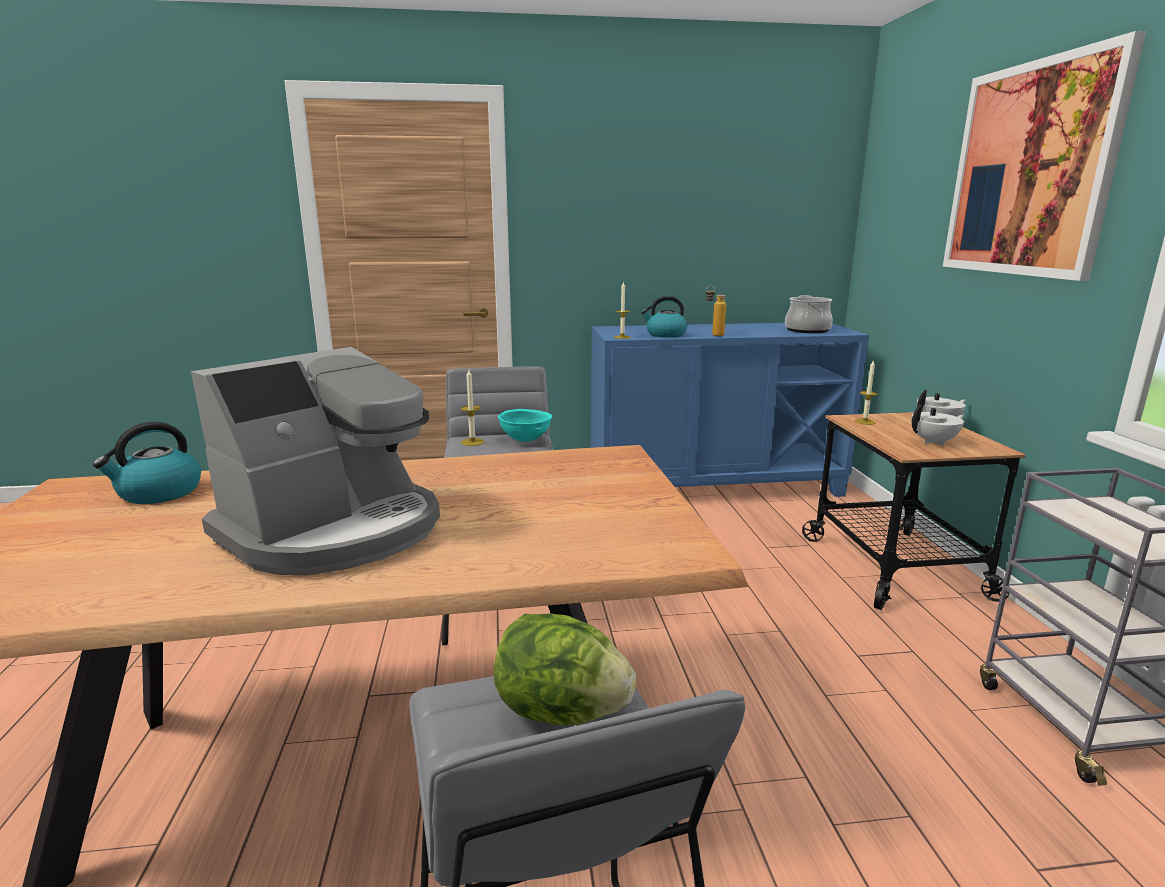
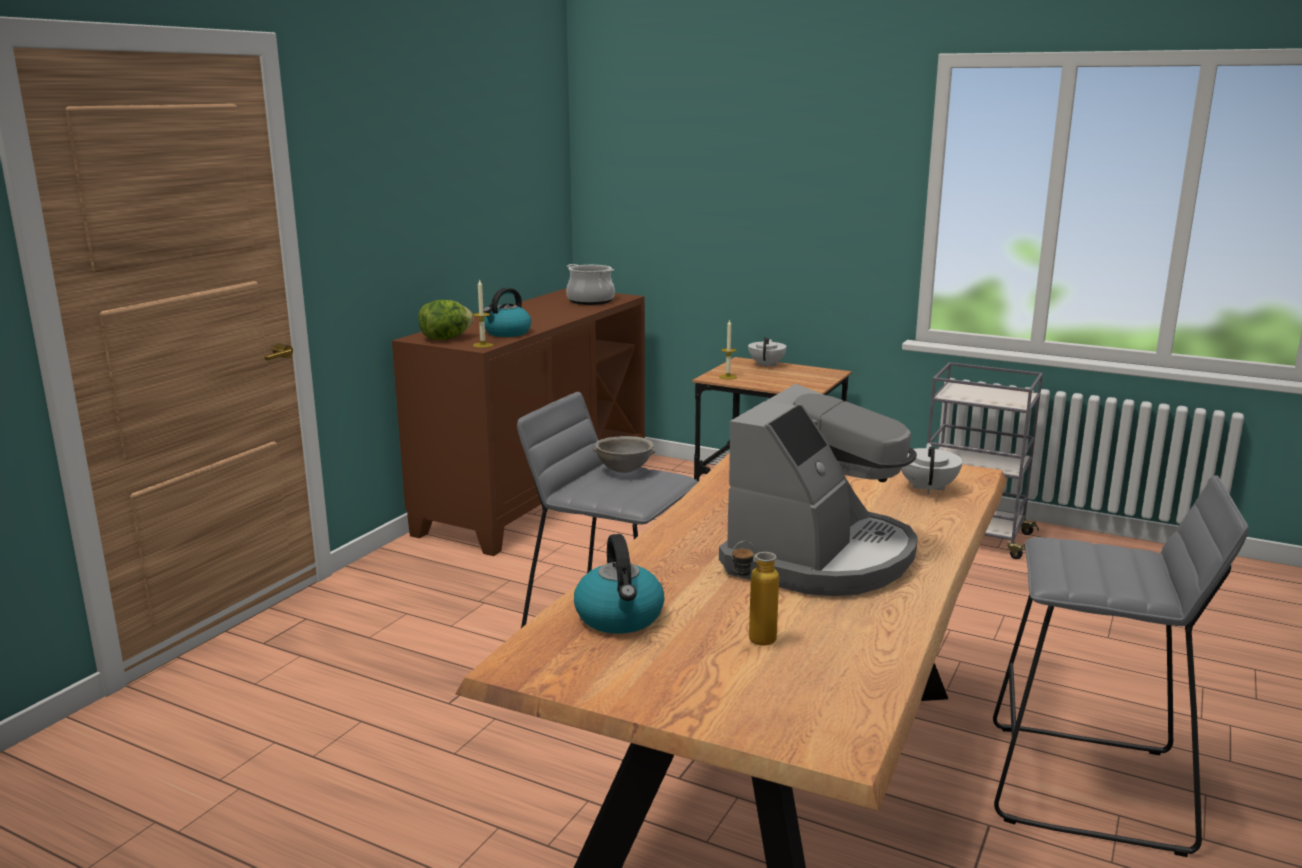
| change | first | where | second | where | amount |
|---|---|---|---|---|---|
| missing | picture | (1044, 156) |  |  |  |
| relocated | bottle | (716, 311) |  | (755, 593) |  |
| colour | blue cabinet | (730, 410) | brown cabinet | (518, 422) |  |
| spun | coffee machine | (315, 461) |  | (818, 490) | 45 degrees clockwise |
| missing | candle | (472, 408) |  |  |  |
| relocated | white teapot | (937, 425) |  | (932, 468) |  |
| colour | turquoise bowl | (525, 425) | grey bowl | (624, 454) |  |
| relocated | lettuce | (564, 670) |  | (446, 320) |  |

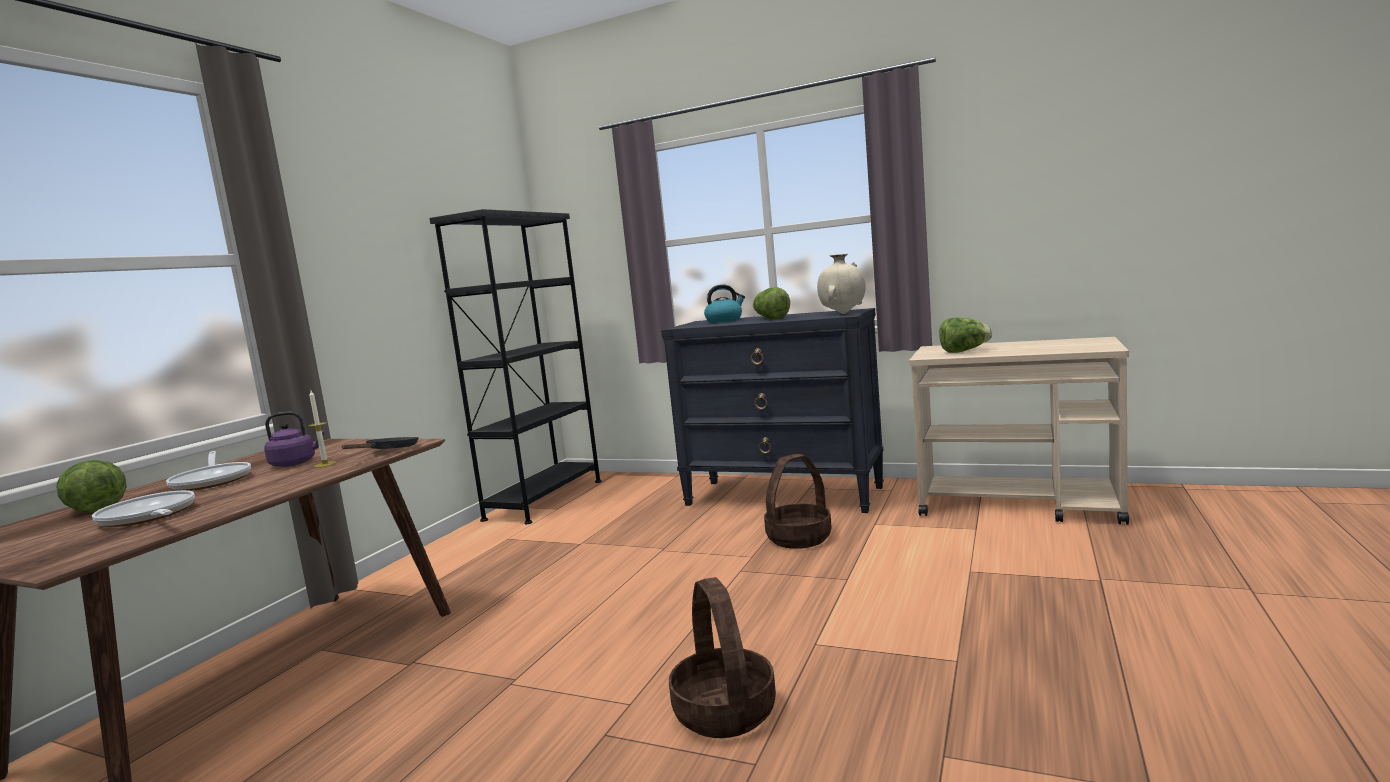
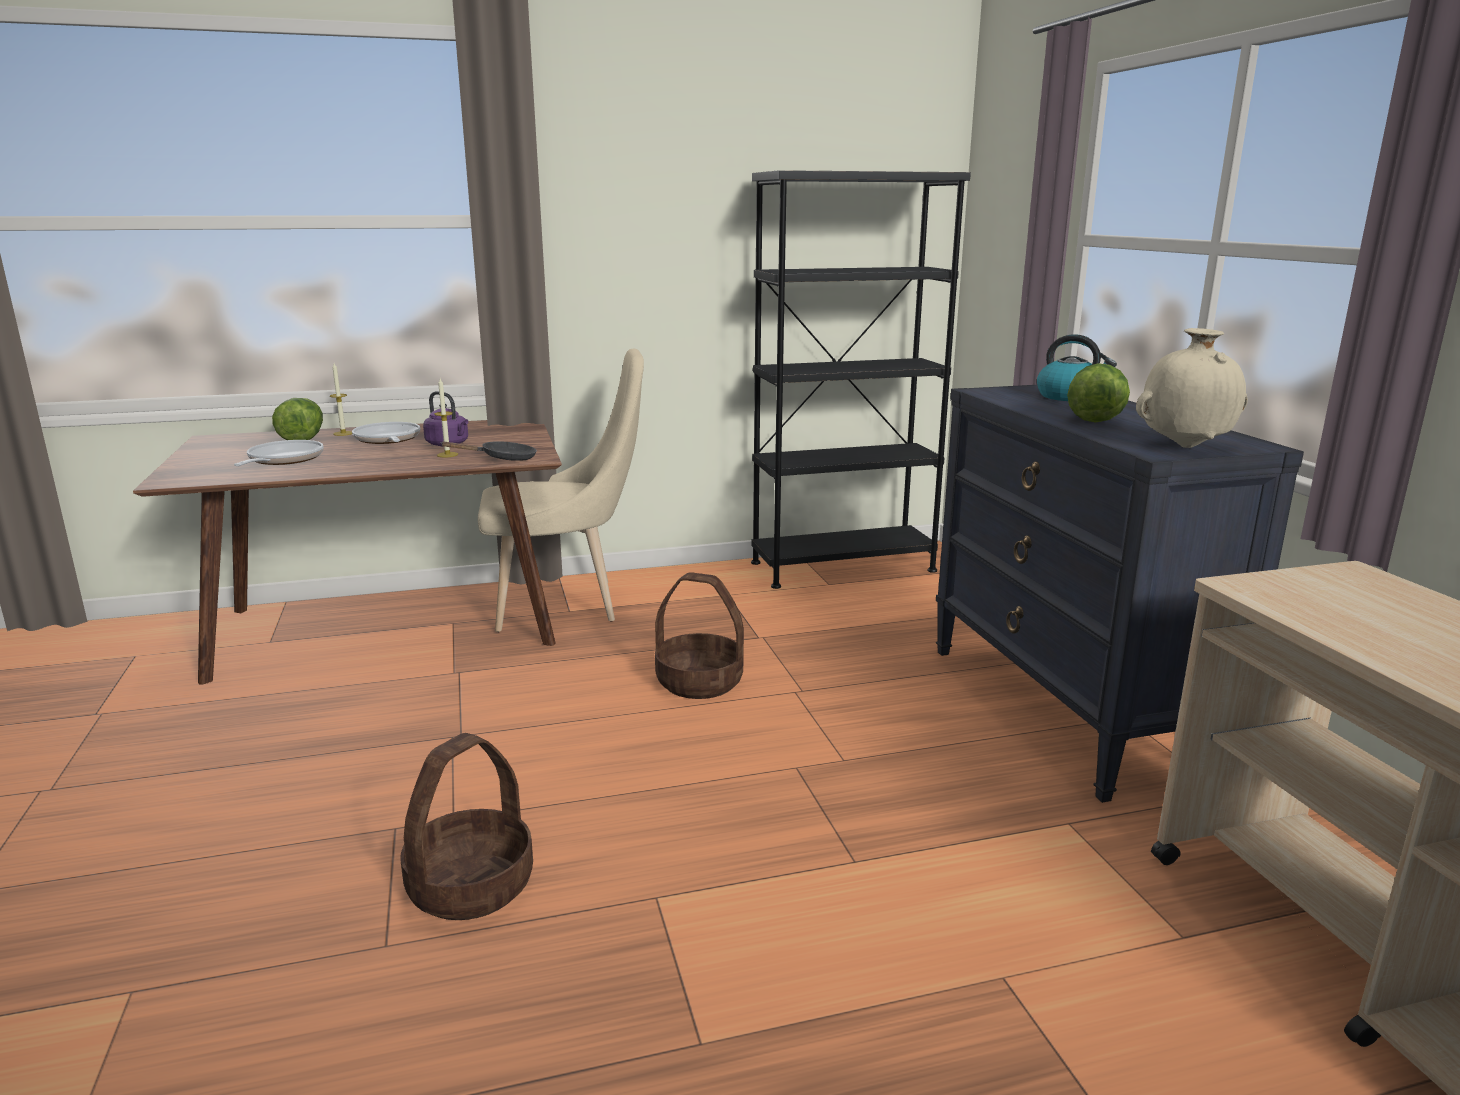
| change | first | where | second | where | amount |
|---|---|---|---|---|---|
| missing | lettuce | (965, 335) |  |  |  |
| spun | frying pan | (208, 471) |  | (386, 433) | 135 degrees clockwise |
| relocated | basket | (798, 501) |  | (699, 635) |  |
| appeared |  |  | beige chair | (561, 490) |  |
| appeared |  |  | candle | (341, 399) |  |

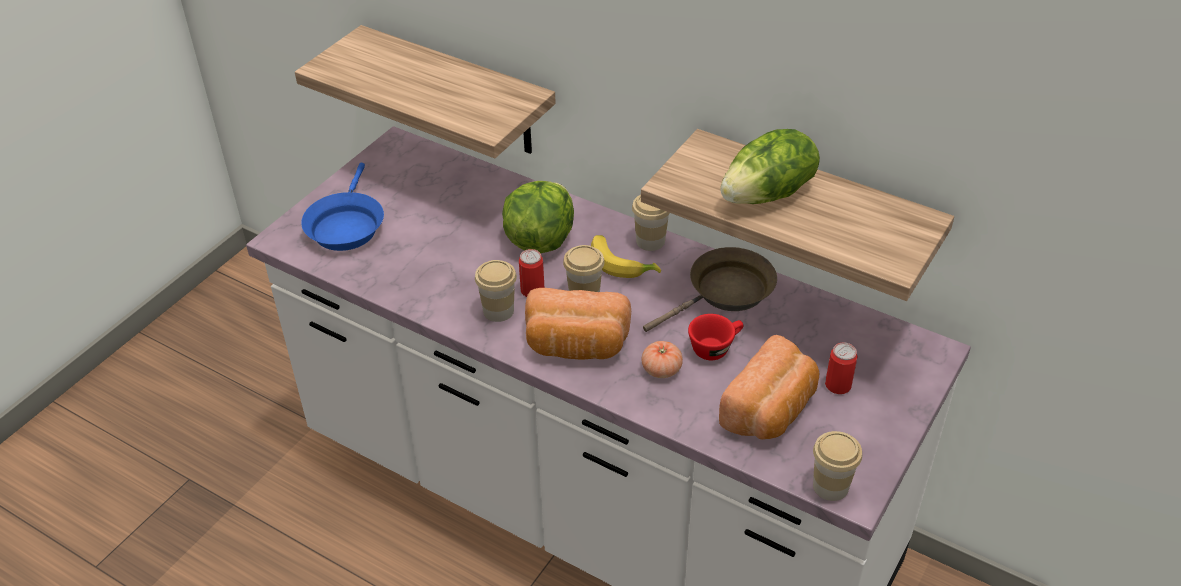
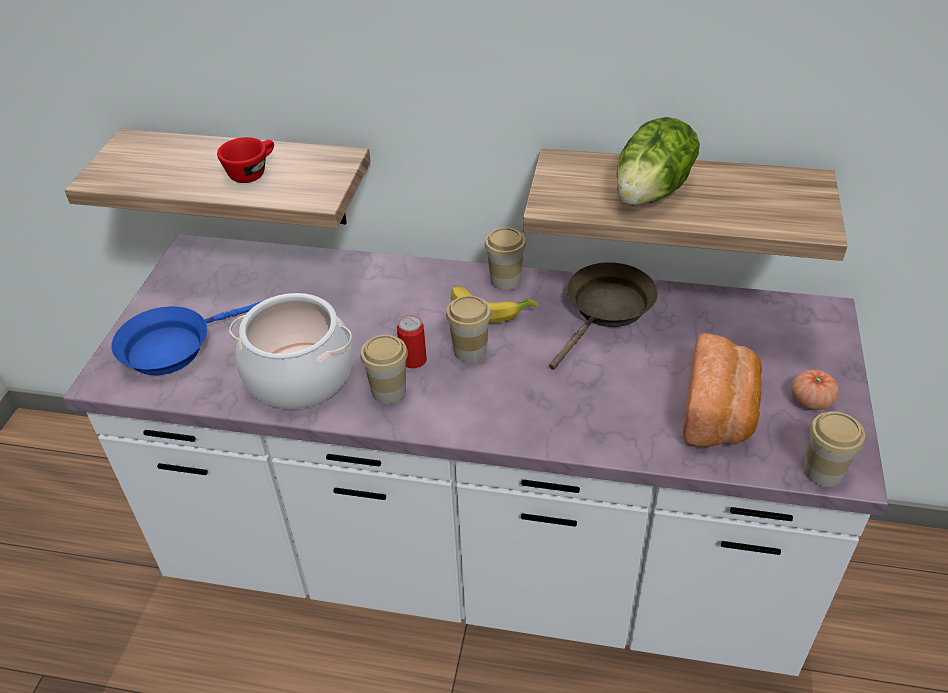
| change | first | where | second | where | amount |
|---|---|---|---|---|---|
| spun | blue frying pan | (342, 207) |  | (186, 338) | 75 degrees clockwise |
| missing | lettuce | (538, 217) |  |  |  |
| missing | bread | (578, 323) |  |  |  |
| relocated | red cup | (715, 337) |  | (245, 160) |  |
| relocated | tomato | (662, 359) |  | (815, 389) |  |
| missing | can | (841, 368) |  |  |  |
| appeared |  |  | cooking pot | (291, 351) |  |

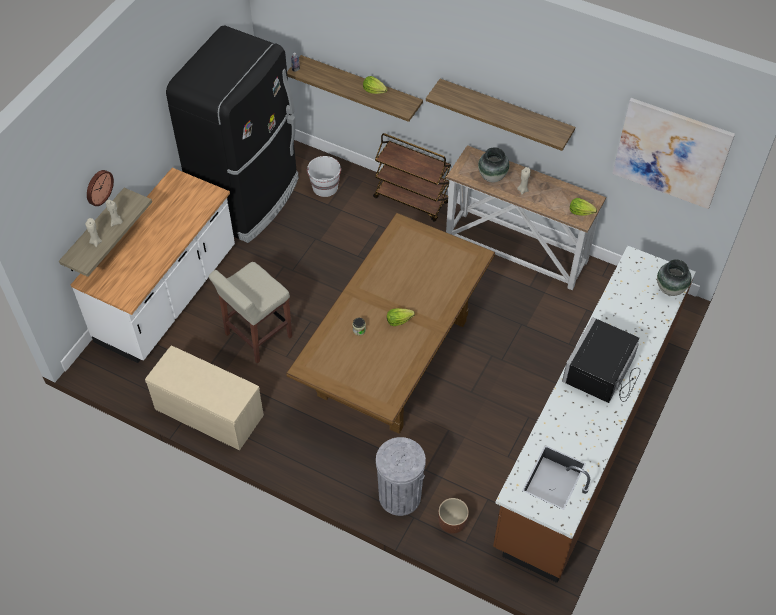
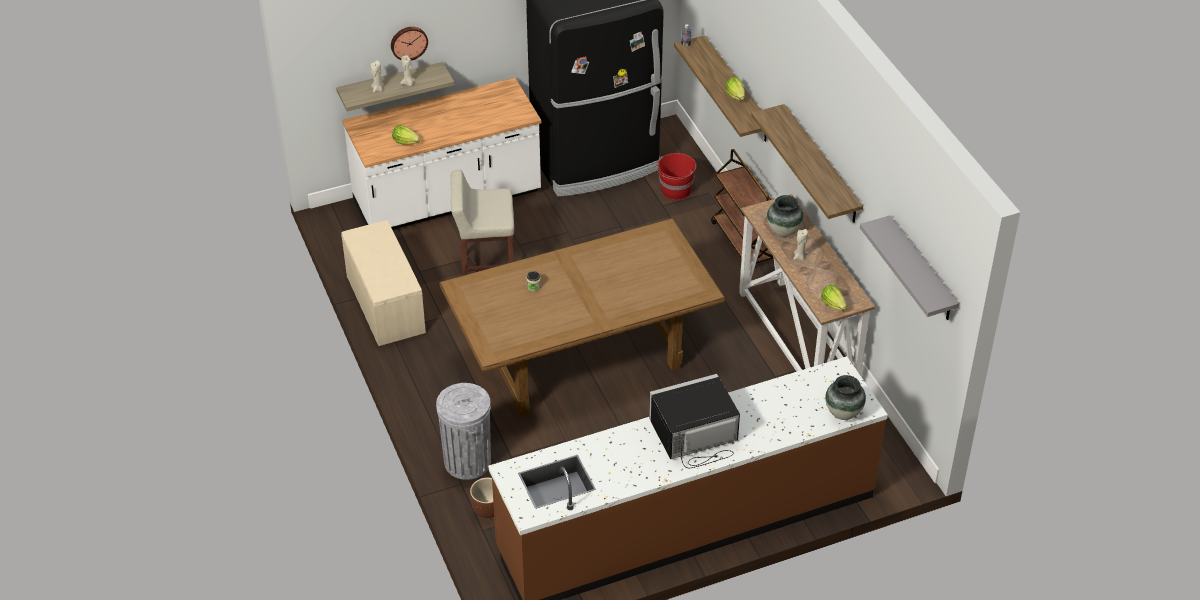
| change | first | where | second | where | amount |
|---|---|---|---|---|---|
| exchanged | picture | (673, 153) | grey shelf | (909, 268) |  |
| colour | white bucket | (324, 176) | red bucket | (676, 176) |  |
| relocated | lettuce | (401, 317) |  | (406, 135) |  |

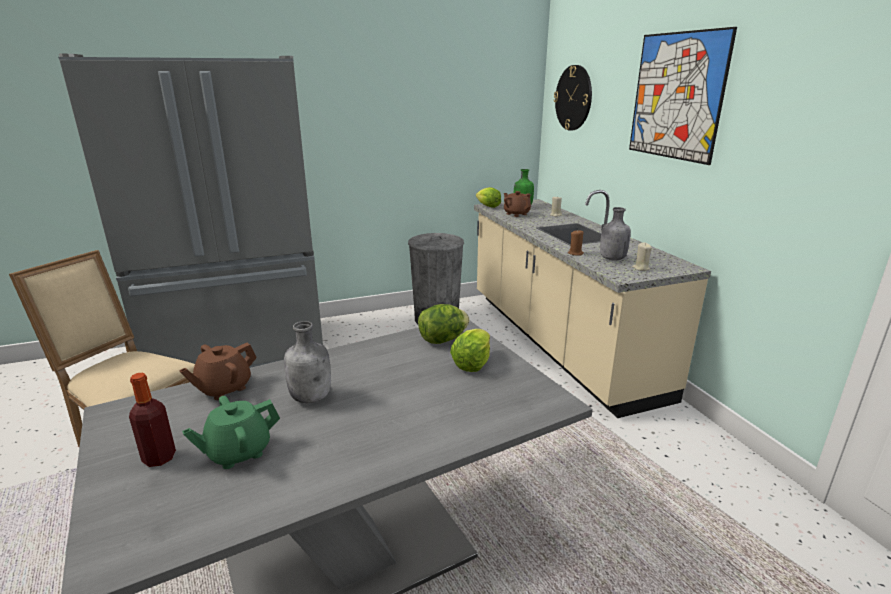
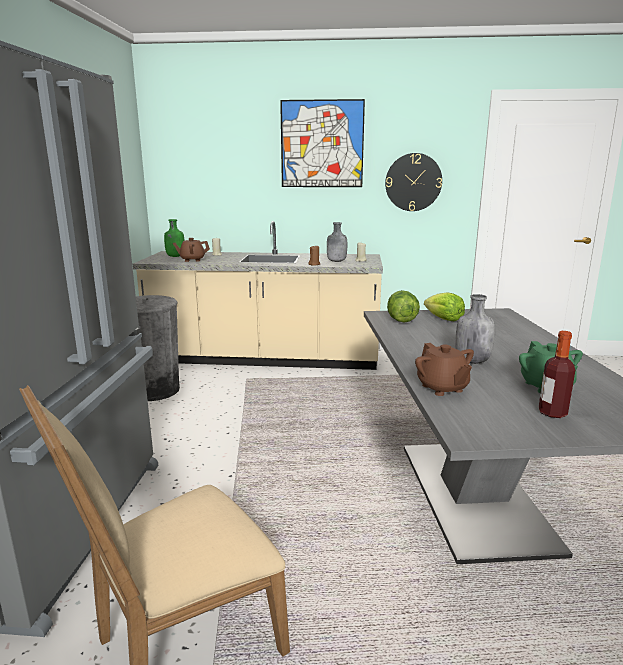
| change | first | where | second | where | amount |
|---|---|---|---|---|---|
| relocated | wall clock | (573, 98) |  | (413, 182) |  |
| missing | lettuce | (488, 197) |  |  |  |

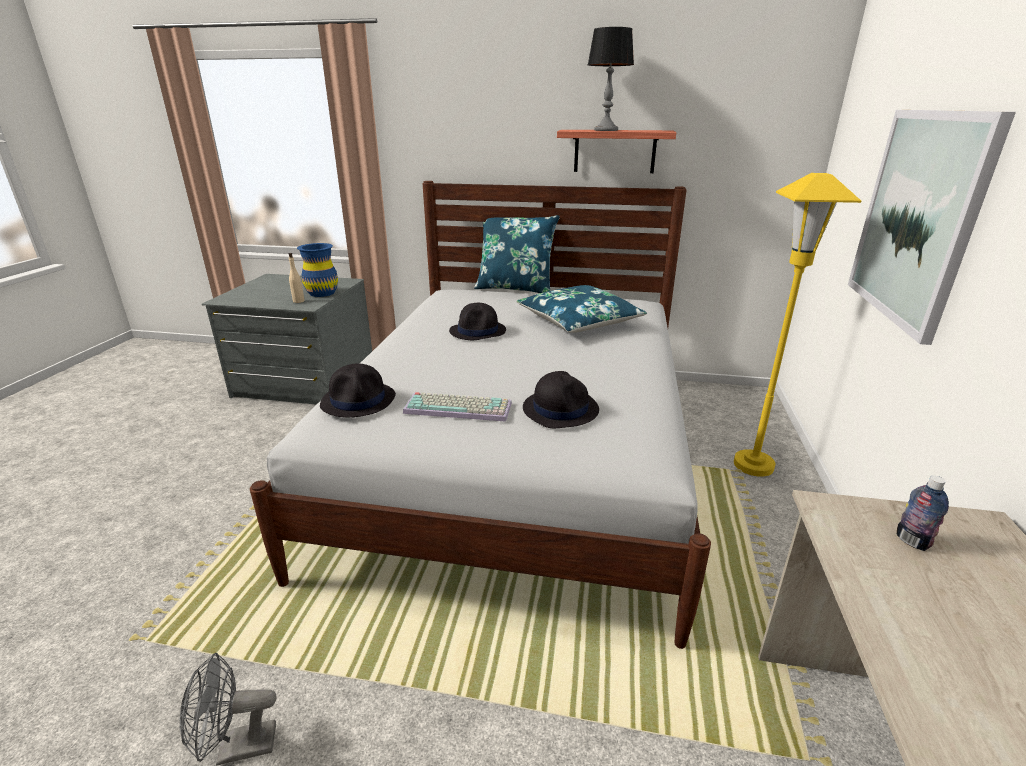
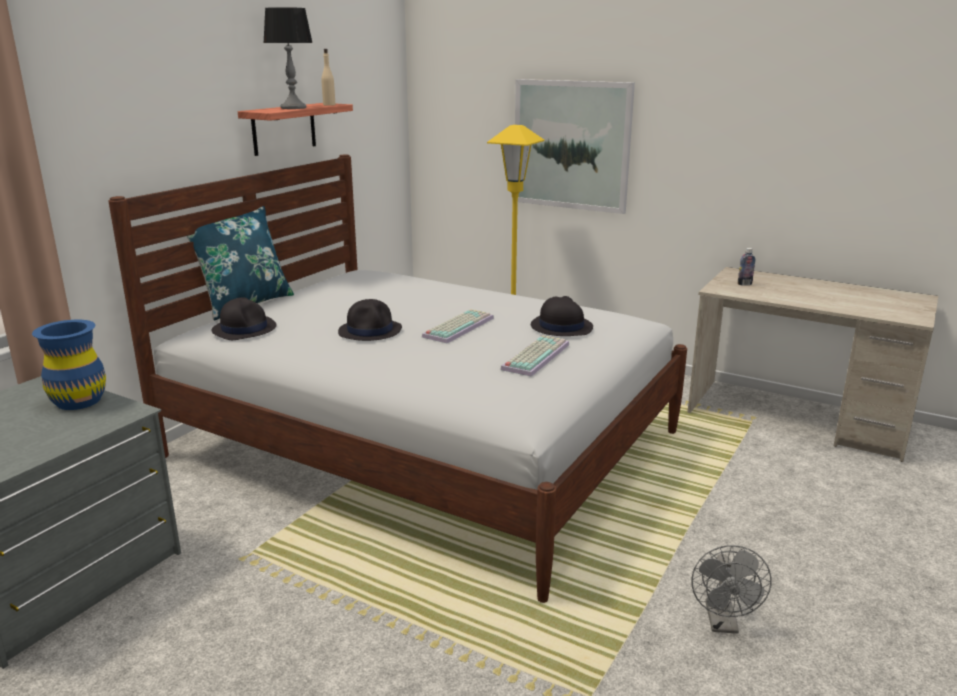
| change | first | where | second | where | amount |
|---|---|---|---|---|---|
| relocated | beige bottle | (297, 278) |  | (328, 77) |  |
| missing | blue pillow | (581, 309) |  |  |  |
| relocated | black hat | (358, 390) |  | (244, 318) |  |
| appeared |  |  | keyboard | (458, 326) |  |

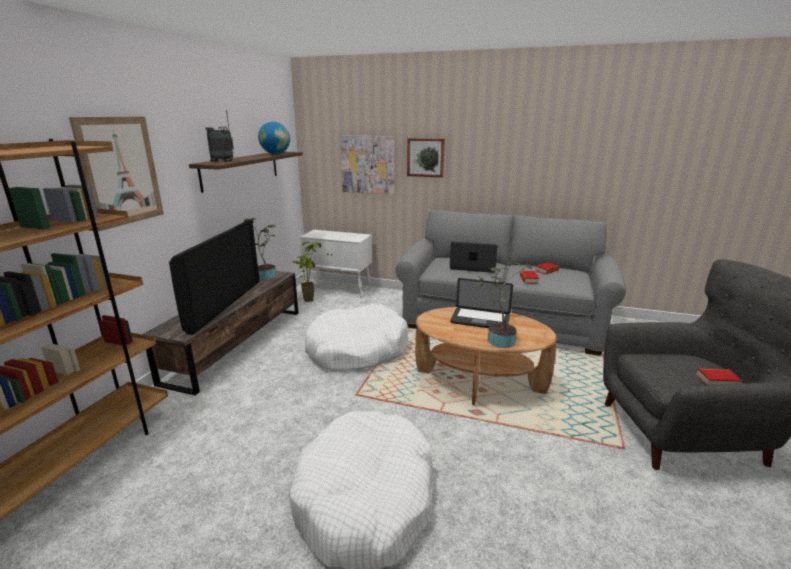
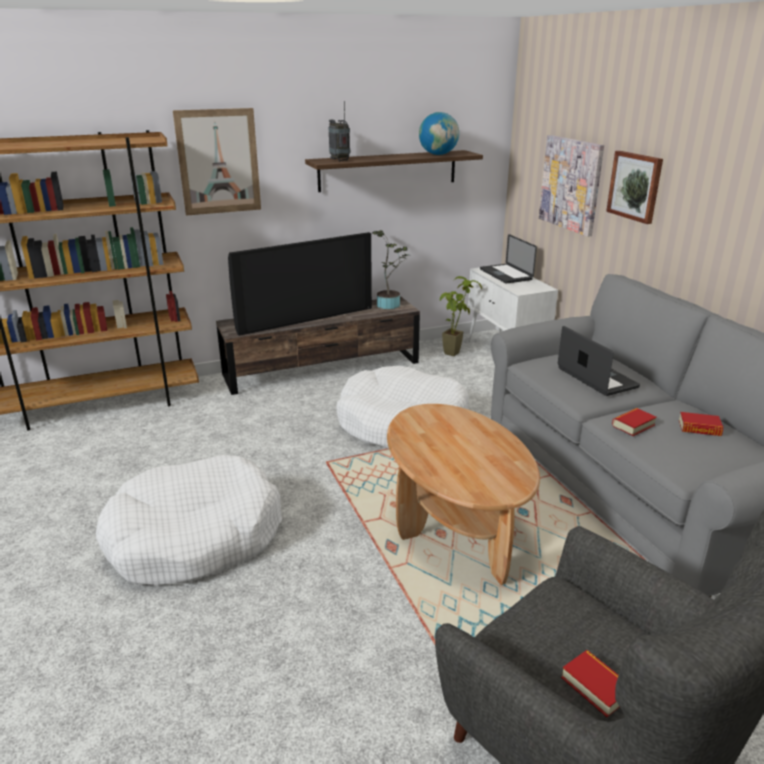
| change | first | where | second | where | amount |
|---|---|---|---|---|---|
| missing | potted plant | (504, 305) |  |  |  |
| relocated | laptop | (481, 303) |  | (508, 259) |  |

